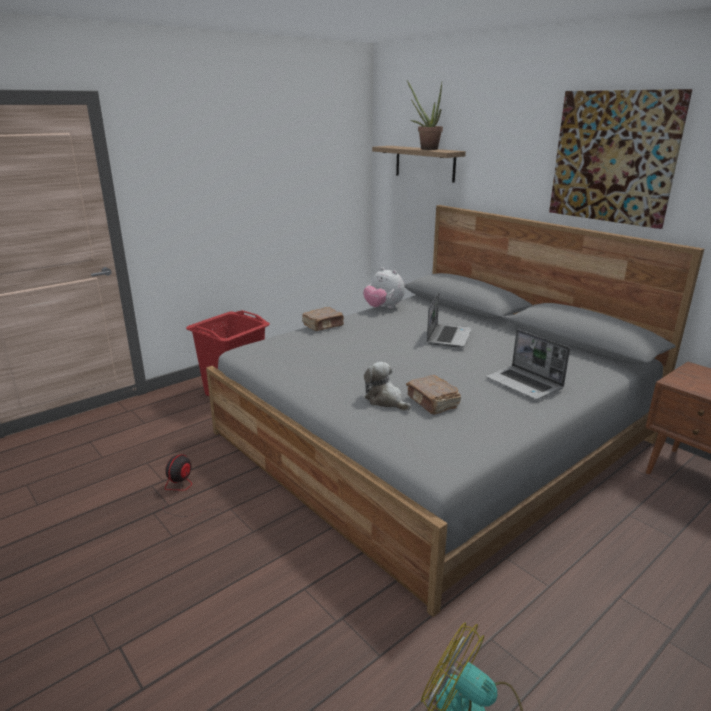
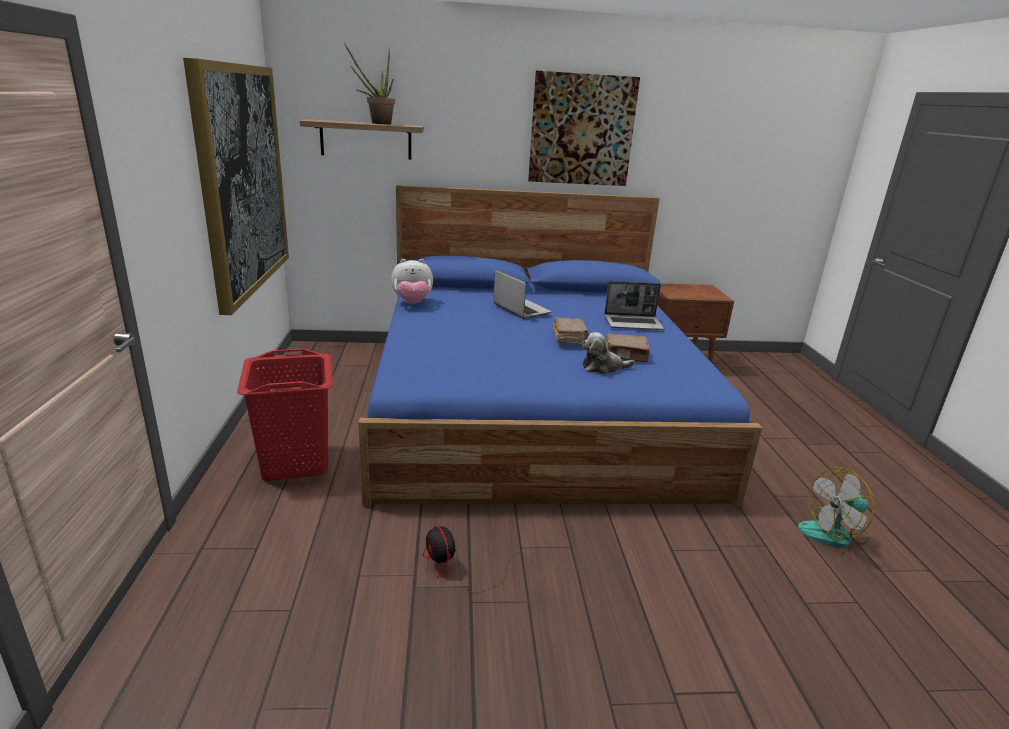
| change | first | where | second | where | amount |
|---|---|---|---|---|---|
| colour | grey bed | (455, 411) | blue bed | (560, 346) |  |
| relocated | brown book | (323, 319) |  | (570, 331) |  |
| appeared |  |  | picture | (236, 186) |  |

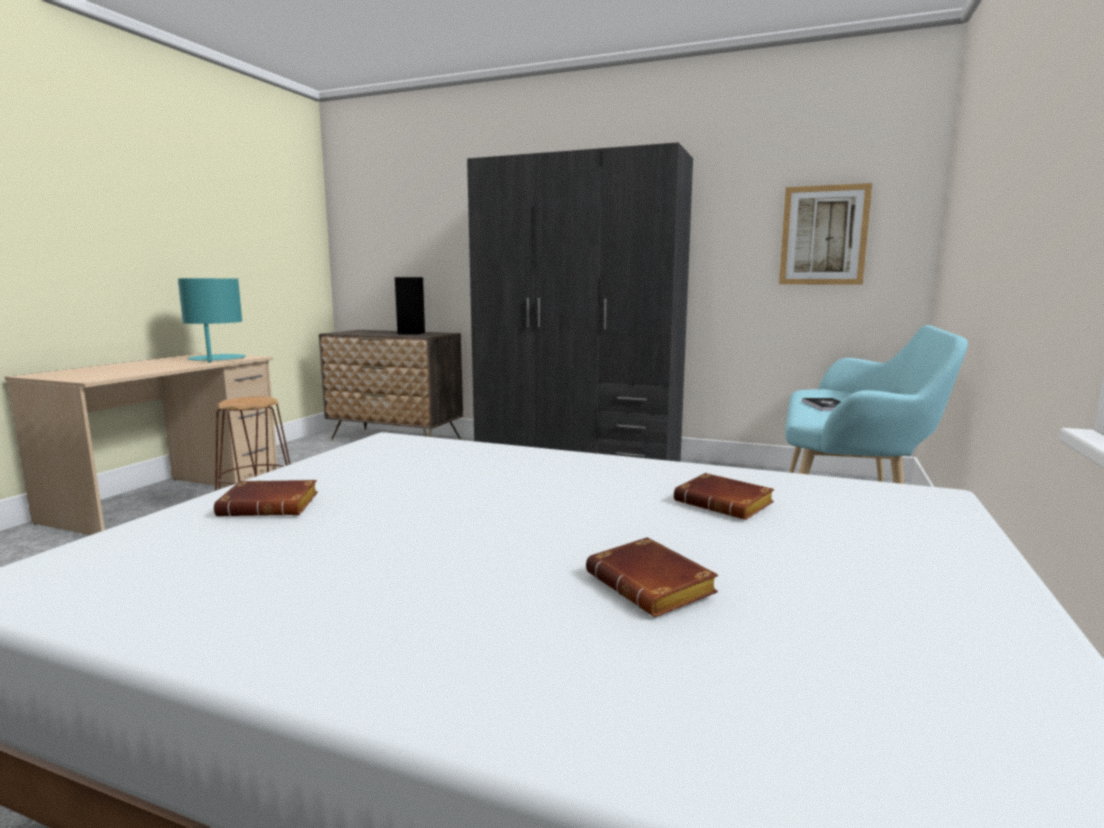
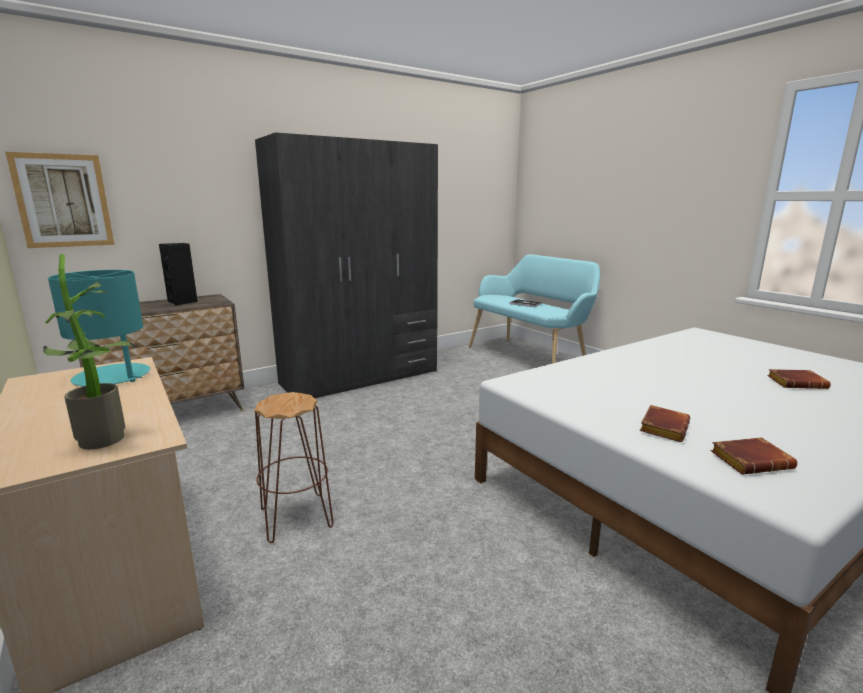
| change | first | where | second | where | amount |
|---|---|---|---|---|---|
| relocated | picture | (825, 233) |  | (60, 200) |  |
| relocated | brown book | (724, 496) |  | (753, 456) |  |
| appeared |  |  | potted plant | (90, 351) |  |

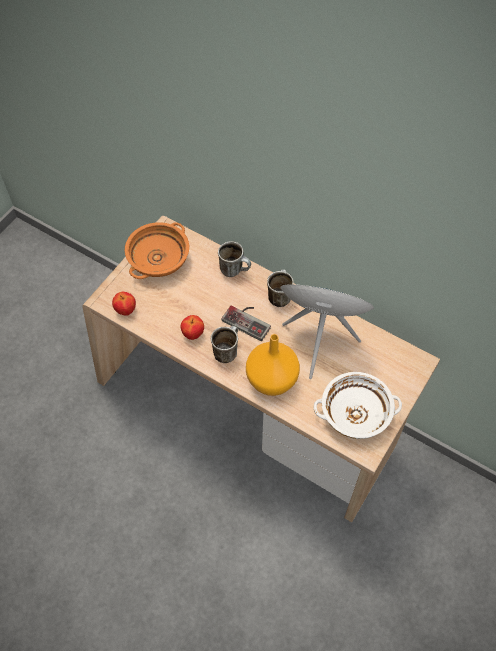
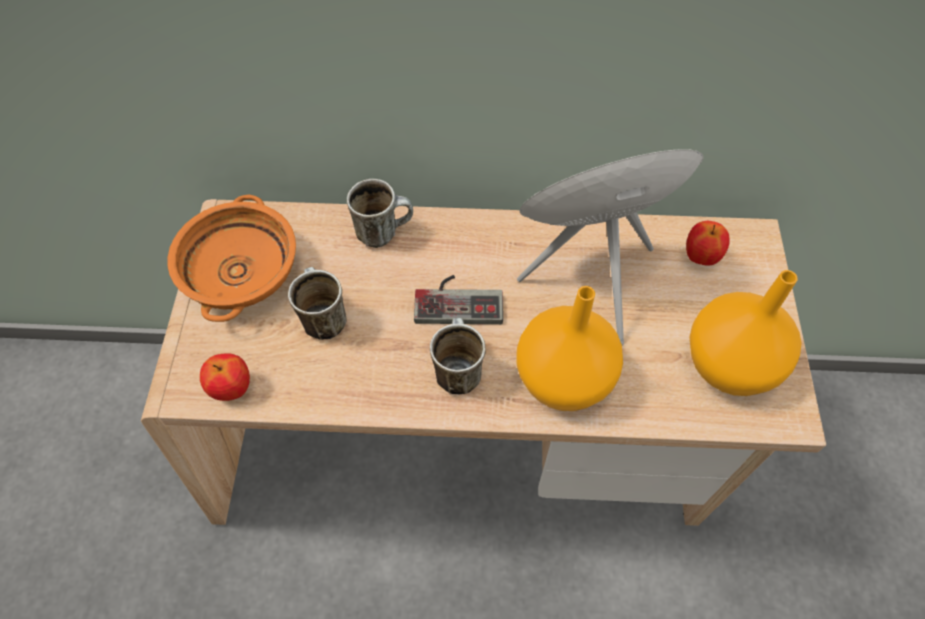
| change | first | where | second | where | amount |
|---|---|---|---|---|---|
| relocated | mug | (280, 288) |  | (317, 303) |  |
| relocated | apple | (192, 327) |  | (708, 243) |  |
| exchanged | white bowl | (358, 405) | orange vase | (745, 333) |  |

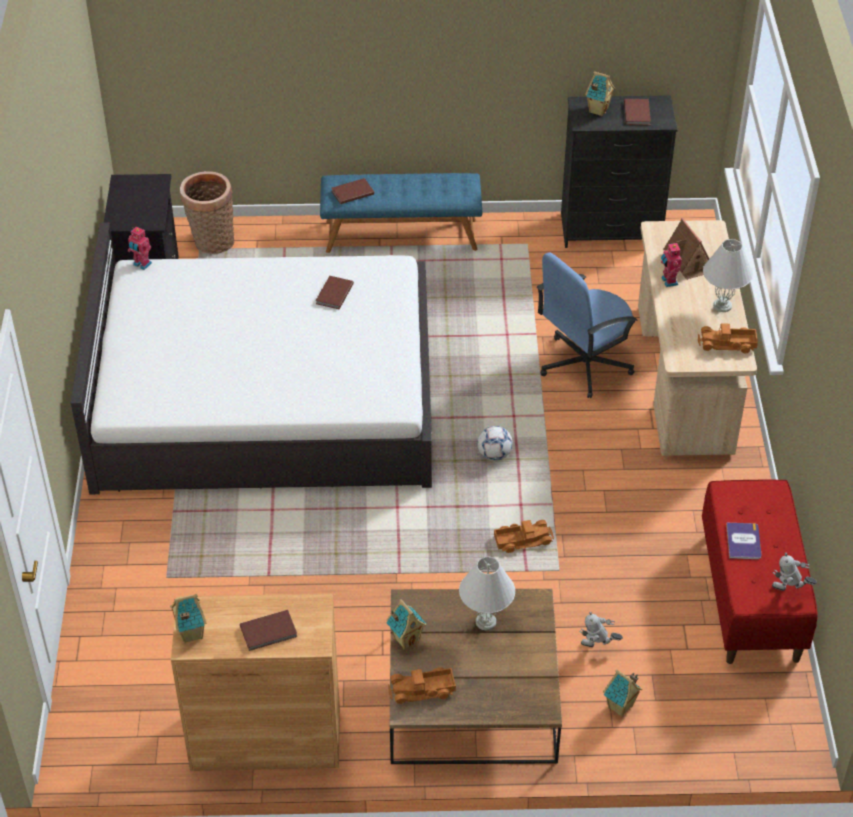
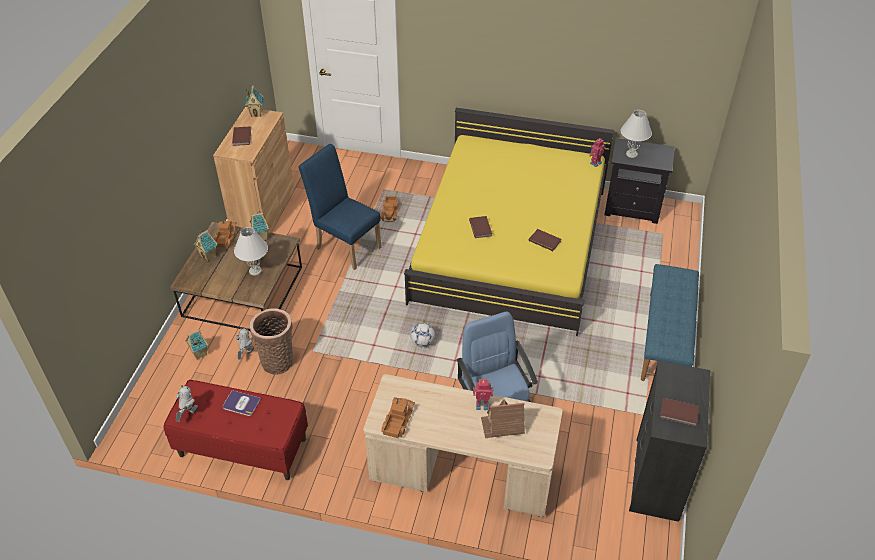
| change | first | where | second | where | amount |
|---|---|---|---|---|---|
| relocated | toy house | (600, 93) |  | (205, 246) |  |
| relocated | basket | (207, 212) |  | (271, 341) |  |
| relocated | brown book | (352, 191) |  | (480, 227) |  |
| colour | white bed | (251, 358) | yellow bed | (509, 222) |  |
| relocated | white table lamp | (728, 275) |  | (636, 134) |  |
| relocated | toy truck | (524, 536) |  | (390, 209) |  |
| appeared |  |  | blue chair | (340, 207) |  |

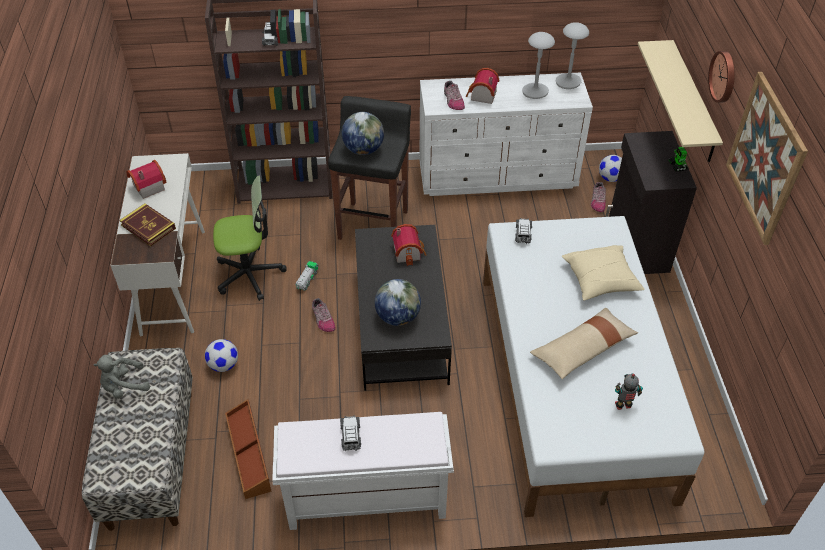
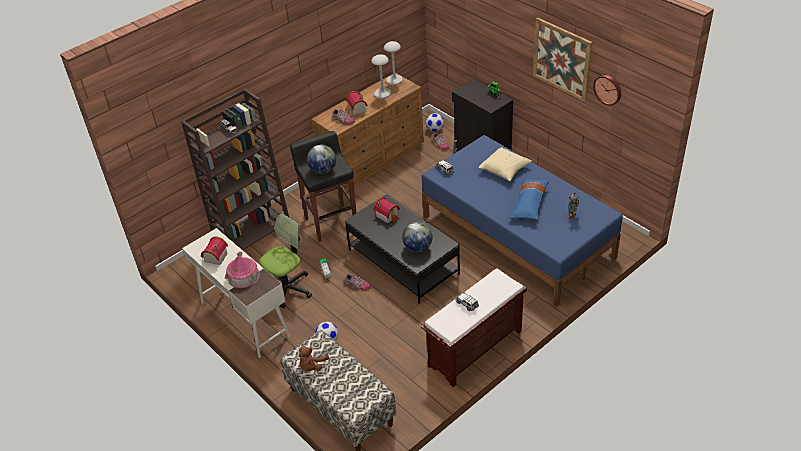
| change | first | where | second | where | amount |
|---|---|---|---|---|---|
| missing | beige shelf | (680, 101) |  |  |  |
| relocated | wall clock | (721, 77) |  | (607, 90) |  |
| colour | white dresser | (506, 134) | brown dresser | (367, 132) |  |
| exchanged | book | (148, 224) | toy house | (242, 270) |  |
| colour | white bed | (594, 366) | blue bed | (522, 221) |  |
| colour | beige pillow | (584, 343) | blue pillow | (530, 199) |  |
| colour | grey plush toy | (121, 377) | brown plush toy | (314, 358) |  |
| missing | brown storage box | (248, 449) |  |  |  |
| colour | white bench | (363, 471) | brown bench | (474, 327) |  |

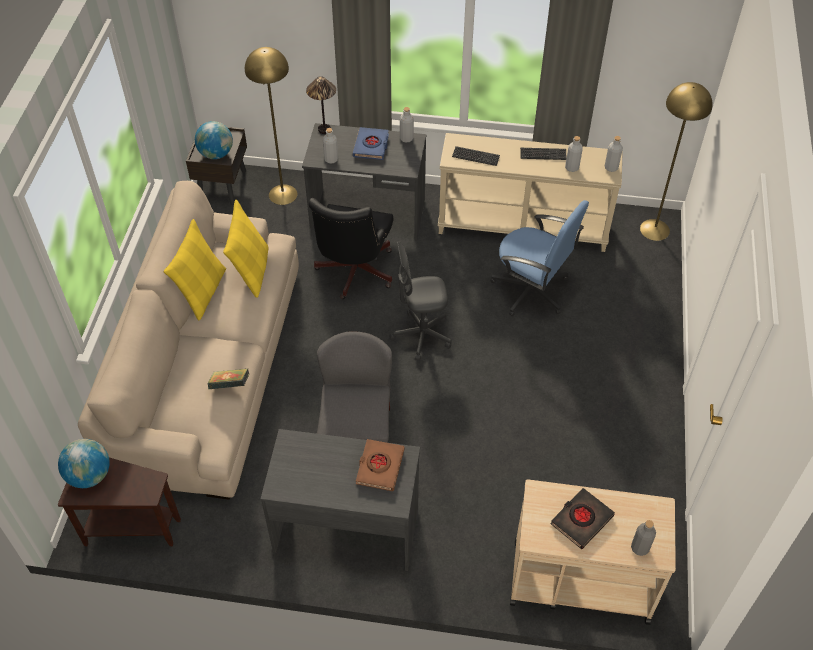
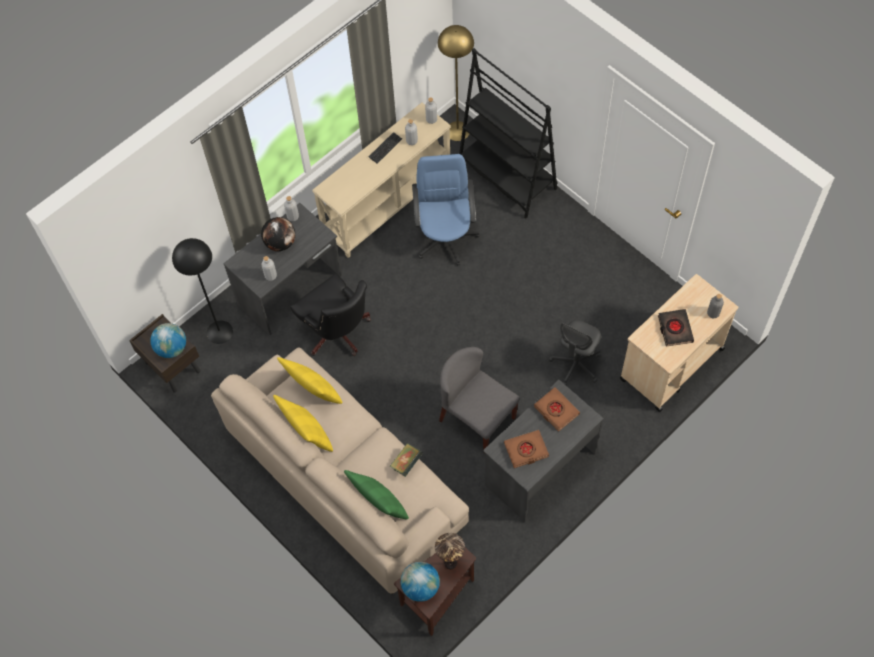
| change | first | where | second | where | amount |
|---|---|---|---|---|---|
| colour | yellow floor lamp | (271, 126) | black floor lamp | (202, 291) |  |
| relocated | table lamp | (321, 105) |  | (450, 551) |  |
| exchanged | blue book | (371, 143) | globe | (278, 234) |  |
| missing | keyboard | (476, 156) |  |  |  |
| spun | blue office chair | (539, 258) |  | (446, 210) | 75 degrees counterclockwise |
| relocated | grey office chair | (421, 301) |  | (575, 352) |  |
| appeared |  |  | black bookcase | (508, 133) |  |
| appeared |  |  | brown book | (526, 449) |  |
| appeared |  |  | green pillow | (376, 494) |  |

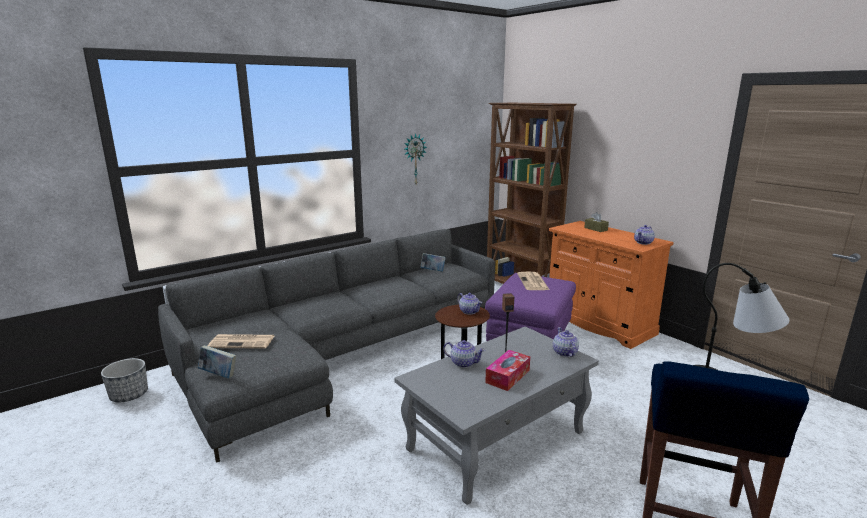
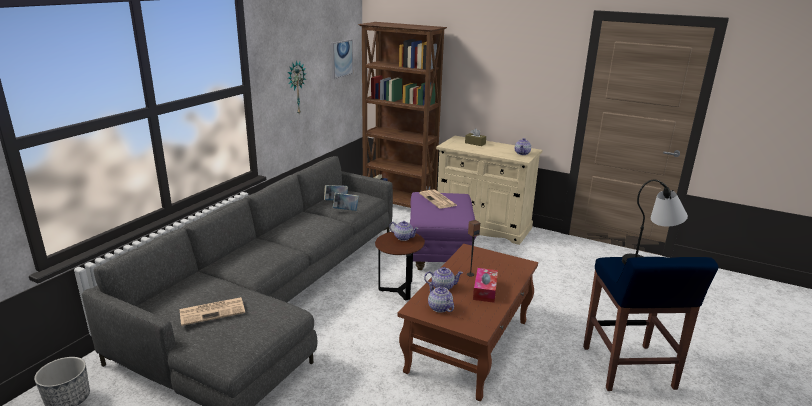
| change | first | where | second | where | amount |
|---|---|---|---|---|---|
| colour | orange cabinet | (611, 285) | beige cabinet | (489, 190) |  |
| colour | grey coffee table | (497, 415) | brown coffee table | (468, 322) |  |
| relocated | teapot | (566, 342) |  | (441, 298) |  |
| relocated | book | (217, 362) |  | (346, 202) |  |
| appeared |  |  | picture | (342, 59) |  |

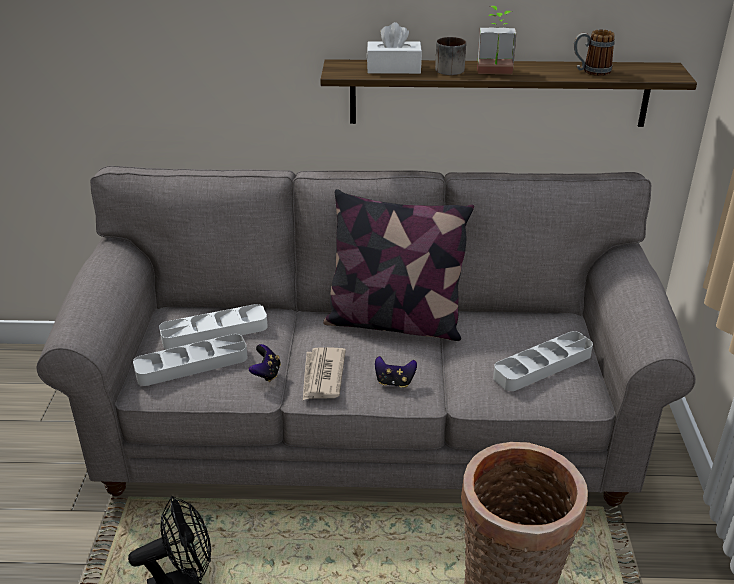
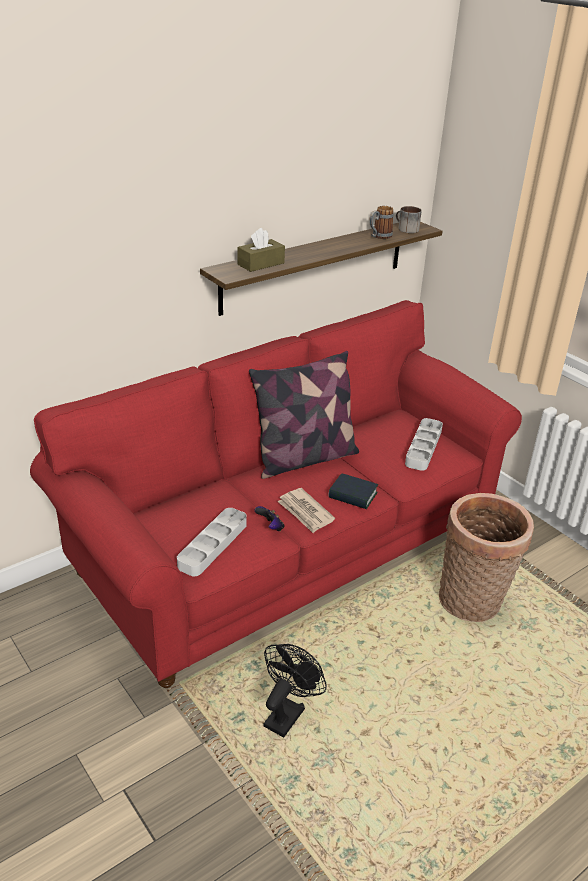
| change | first | where | second | where | amount |
|---|---|---|---|---|---|
| missing | potted plant | (497, 40) |  |  |  |
| colour | white tissue box | (394, 48) | brown tissue box | (261, 250) |  |
| relocated | mug | (450, 56) |  | (409, 219) |  |
| colour | grey sofa | (366, 336) | red sofa | (276, 494) |  |
| missing | white tray | (213, 326) |  |  |  |
| exchanged | game controller | (396, 372) | book | (353, 491) |  |

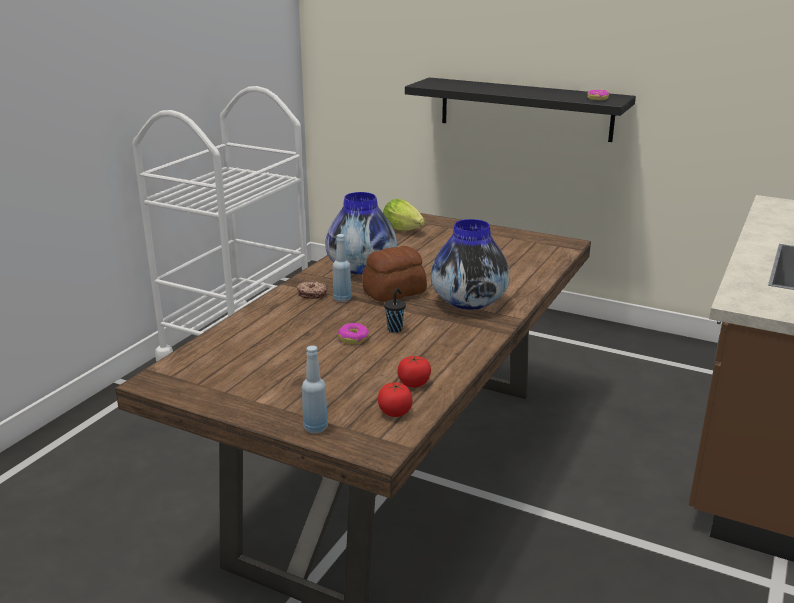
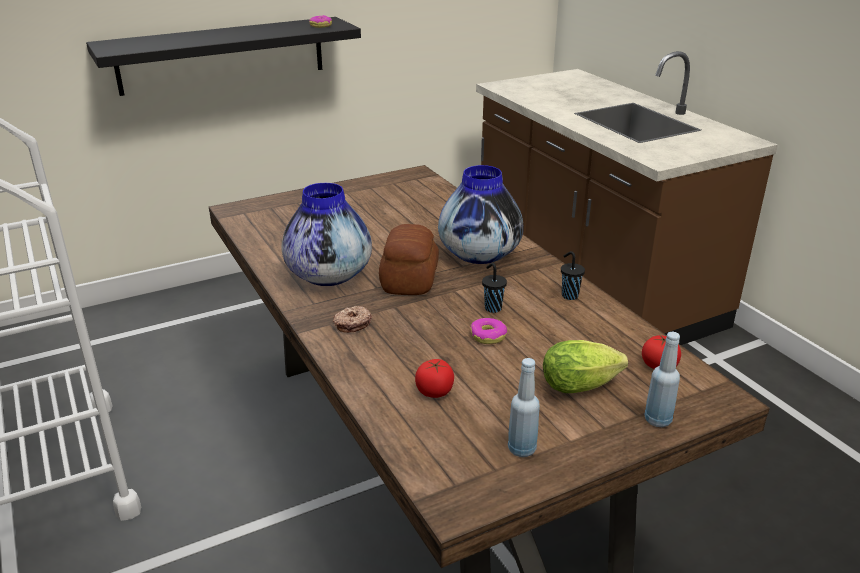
| change | first | where | second | where | amount |
|---|---|---|---|---|---|
| relocated | lettuce | (404, 215) |  | (585, 366) |  |
| relocated | blue bottle | (342, 268) |  | (524, 407) |  |
| relocated | tomato | (414, 371) |  | (434, 378) |  |
| appeared |  |  | black cup | (573, 275) |  |

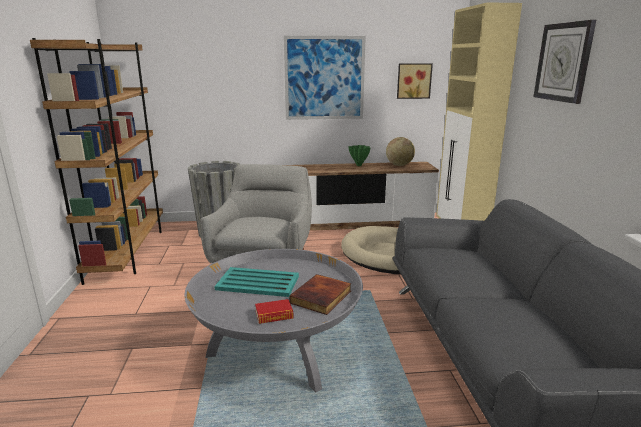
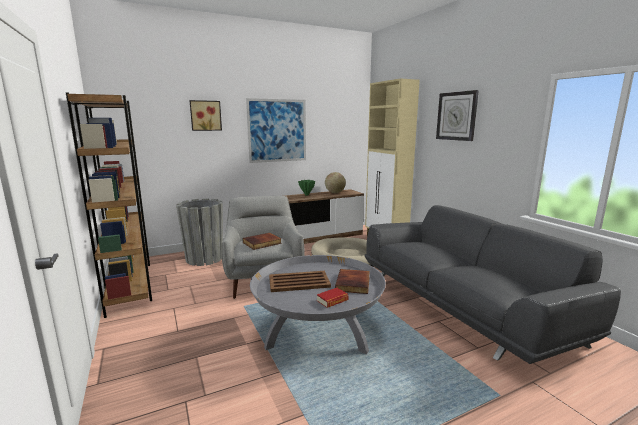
| change | first | where | second | where | amount |
|---|---|---|---|---|---|
| relocated | picture | (415, 81) |  | (206, 115) |  |
| colour | turquoise tray | (256, 282) | brown tray | (300, 281) |  |
| appeared |  |  | book | (262, 241) |  |

